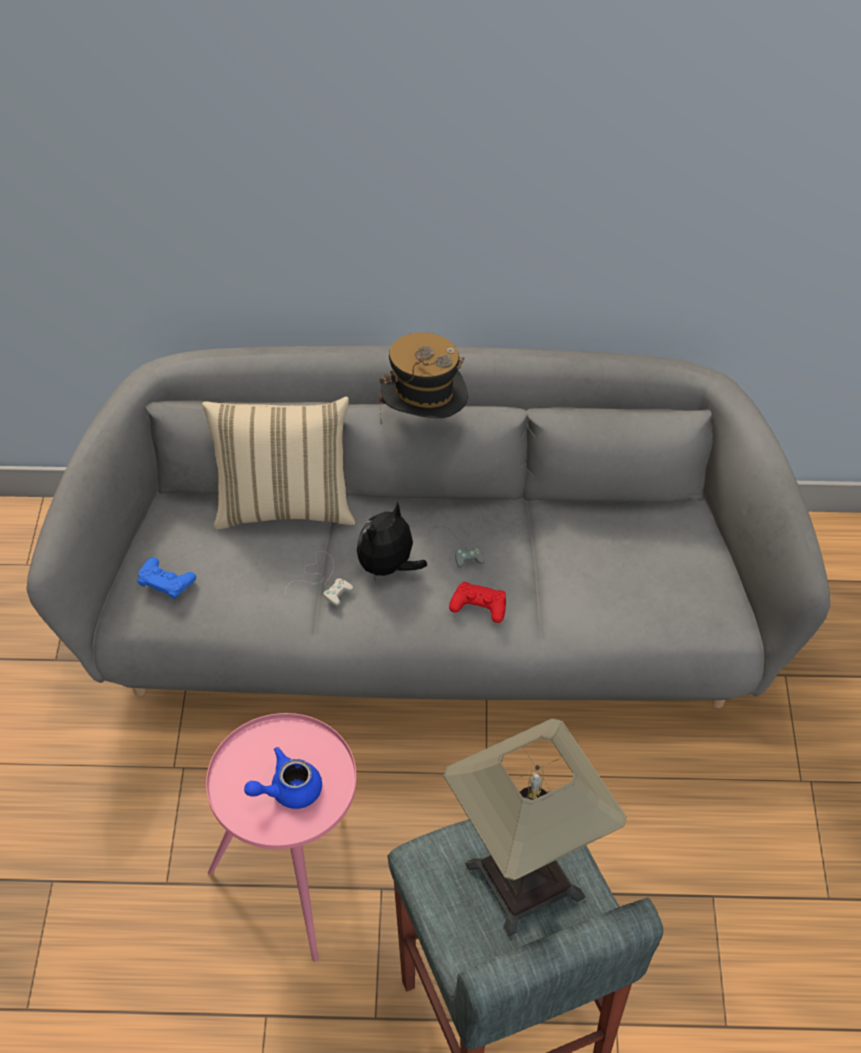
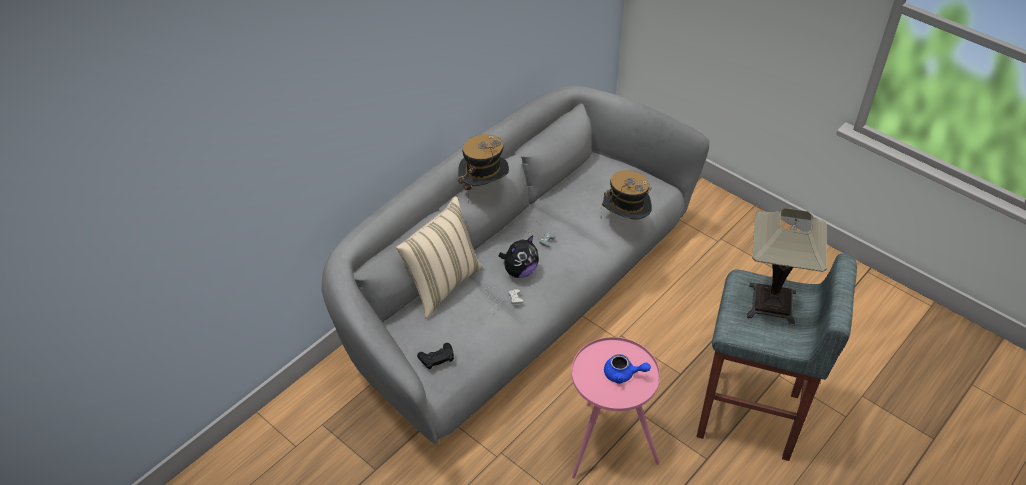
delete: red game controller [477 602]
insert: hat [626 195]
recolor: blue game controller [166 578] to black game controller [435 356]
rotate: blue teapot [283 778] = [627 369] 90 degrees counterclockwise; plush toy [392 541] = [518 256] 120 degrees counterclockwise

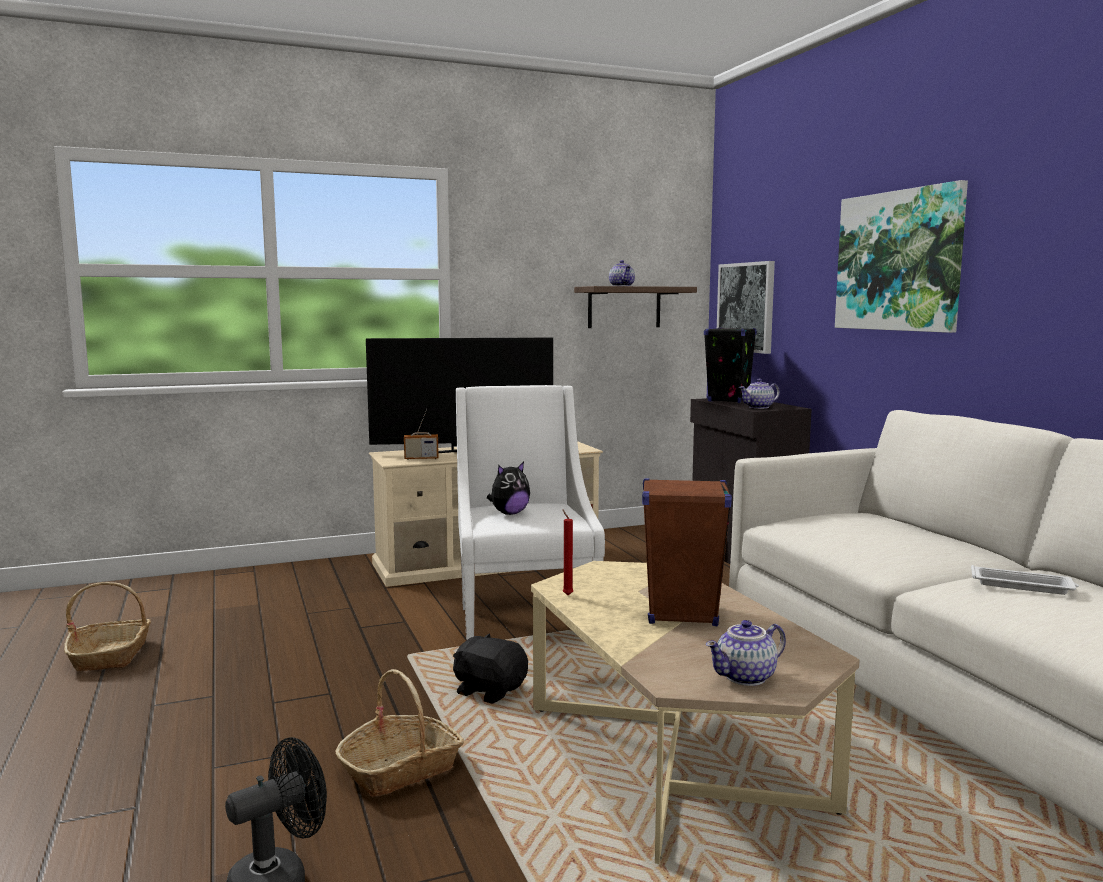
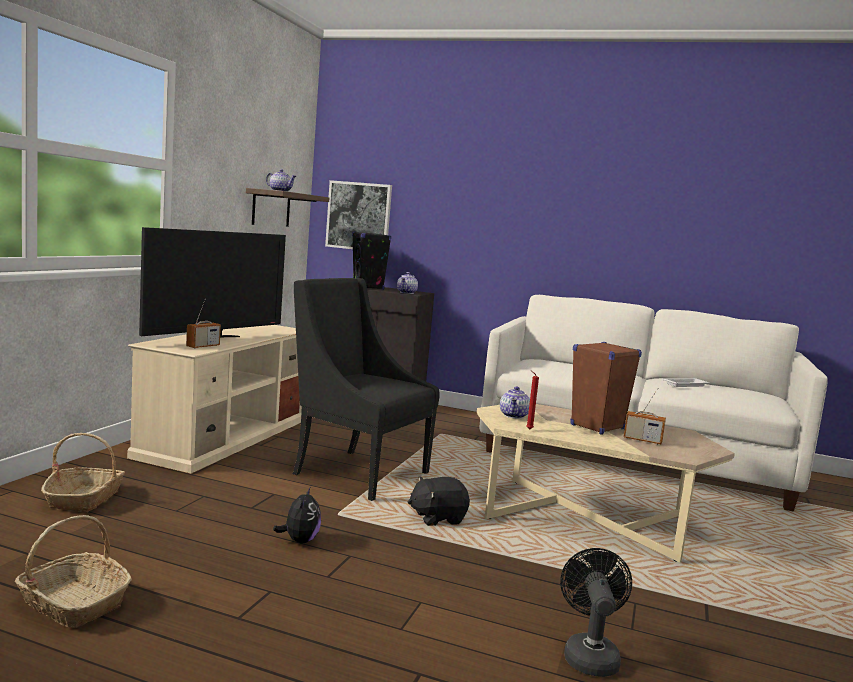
delete: picture [901 256]
insert: radio [644 416]
move: basket [399 733] to [83 472]; plush toy [508 488] to [297 514]; teapot [746 653] to [515 402]
recolor: white armchair [530 512] to black armchair [366 389]

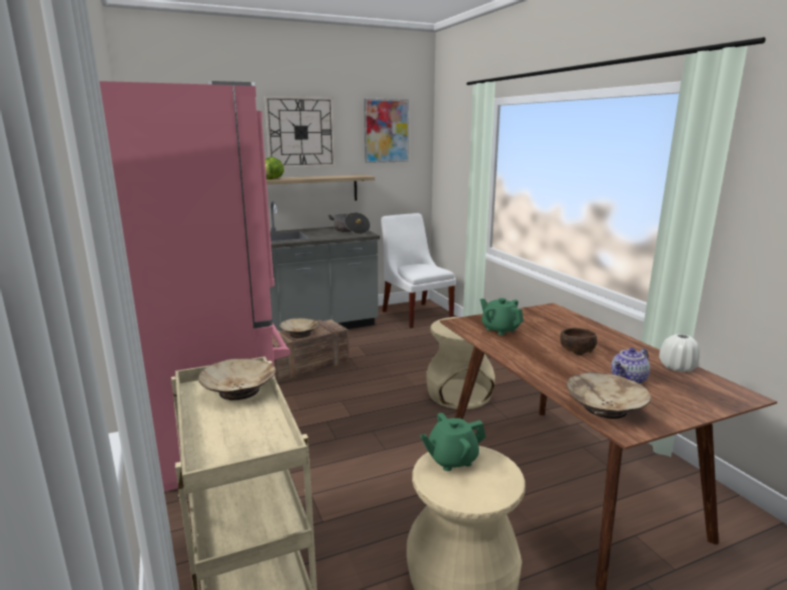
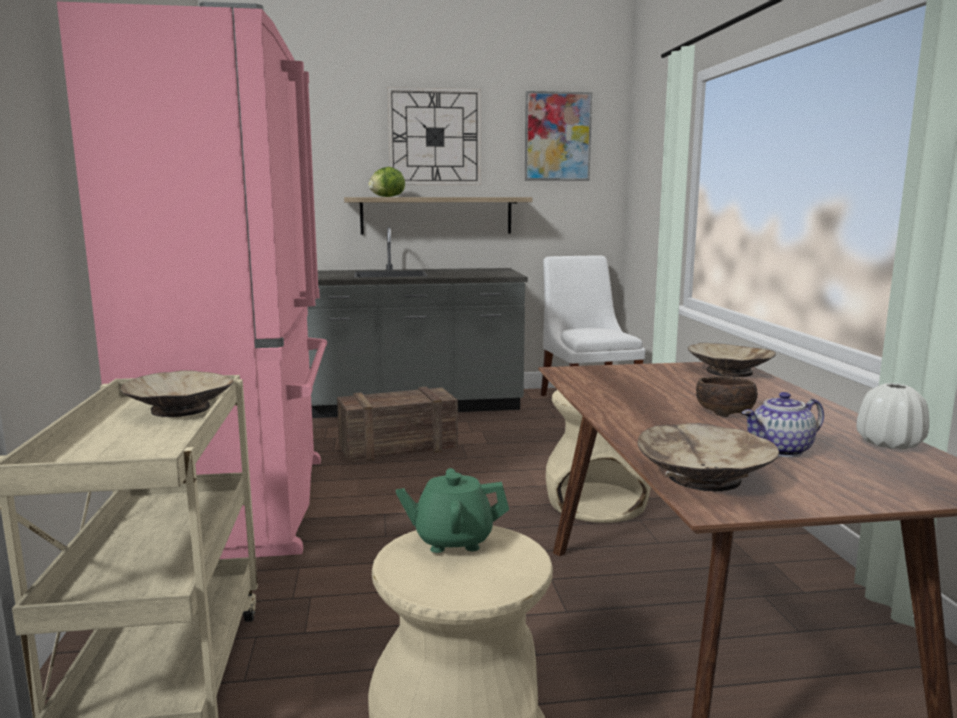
delete: cooking pot [349 223]; green teapot [502 316]
move: beige bowl [299 328] to [732 360]

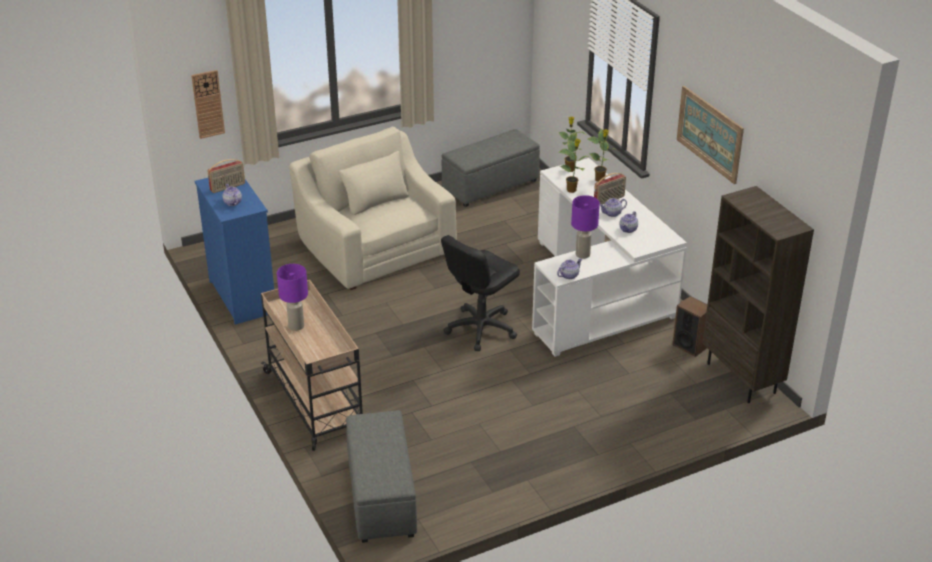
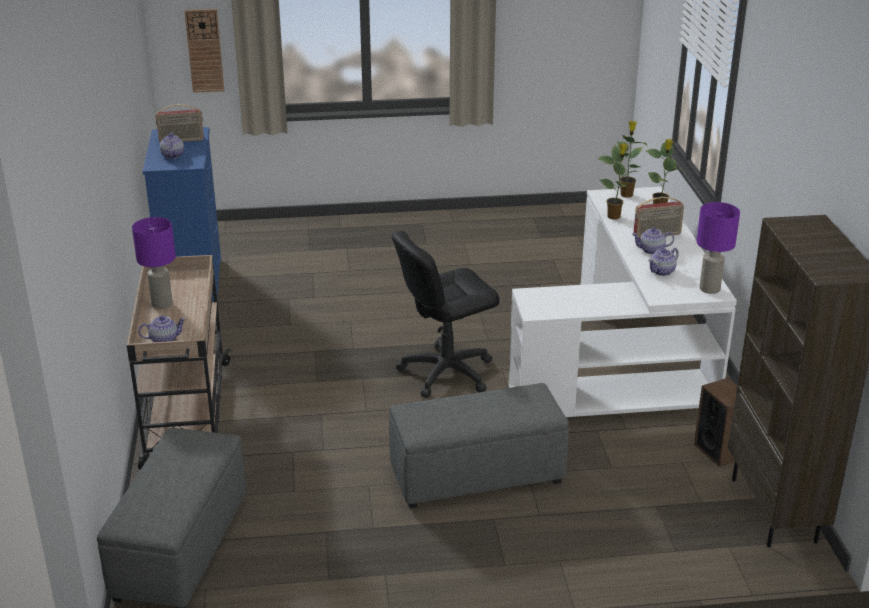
delete: beige armchair [373 208]; picture [710 135]
move: grey ottoman [491 168] to [479 445]; teapot [569 268] to [162 329]; purple table lamp [585 227] to [718 248]

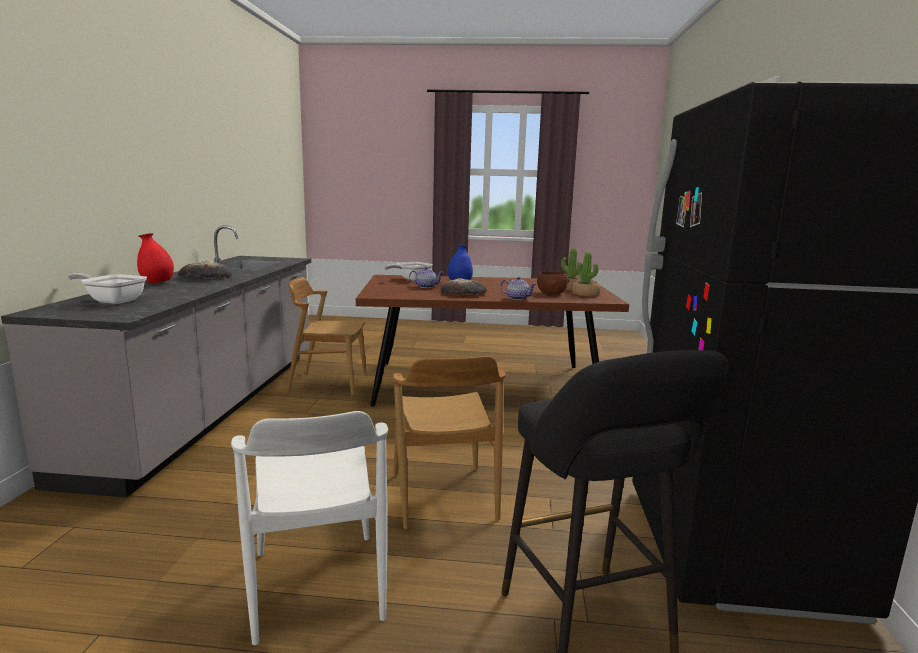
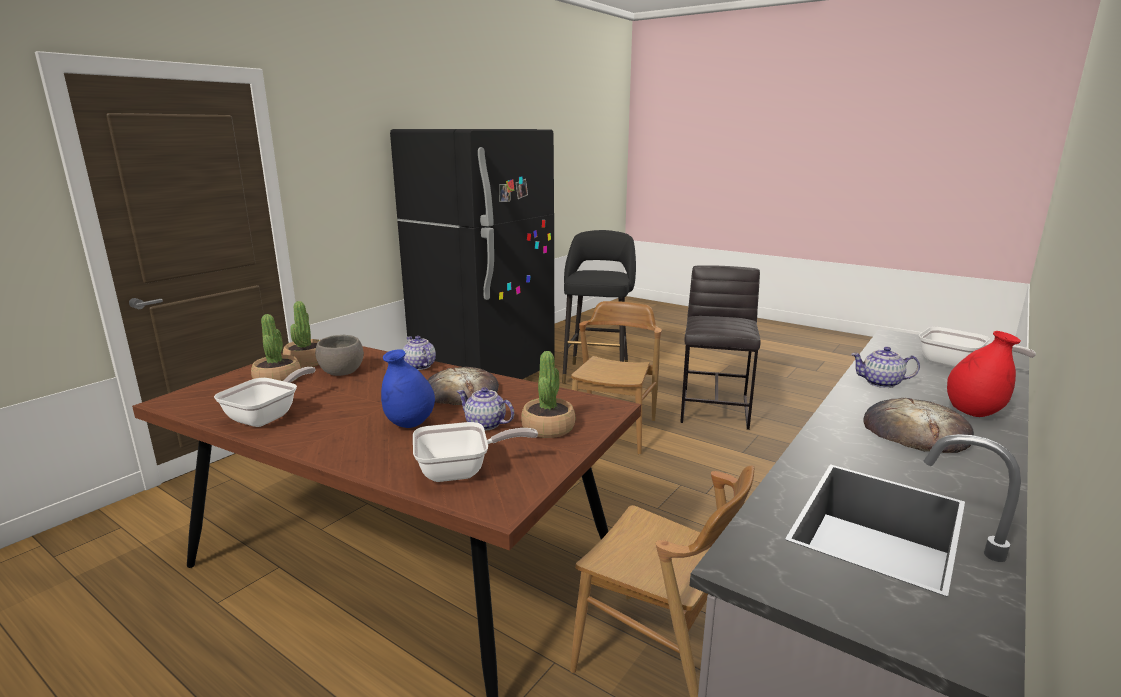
insert: frying pan [265 397]; potted plant [548 394]; teapot [885 367]
replace: white chair [309 528] to grey stool [720 347]
recolor: brown bowl [553 282] to grey bowl [339 355]

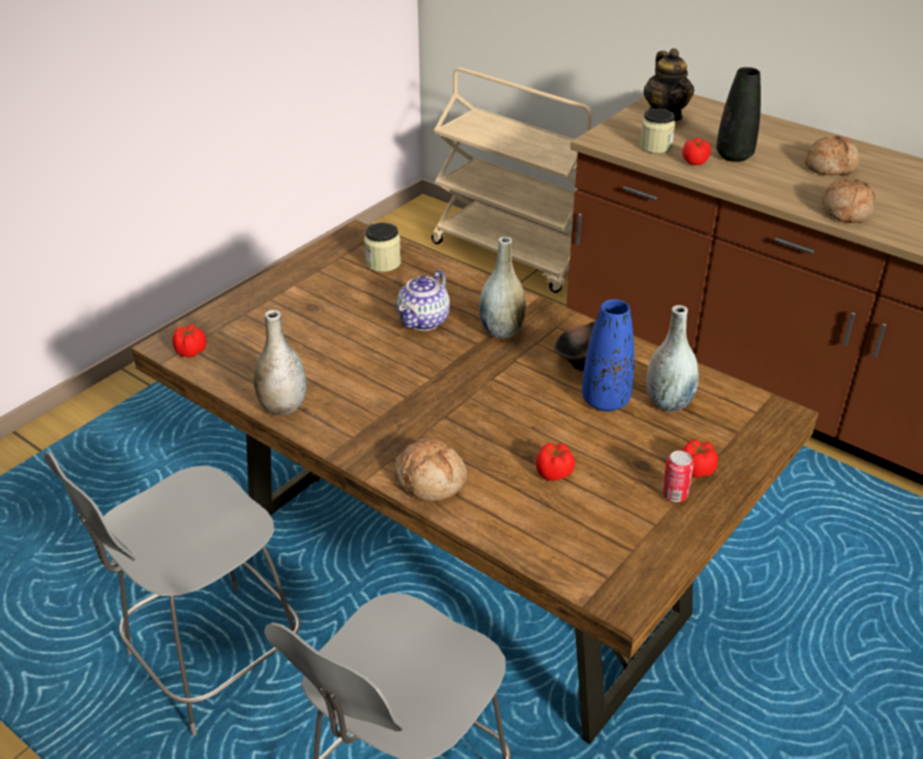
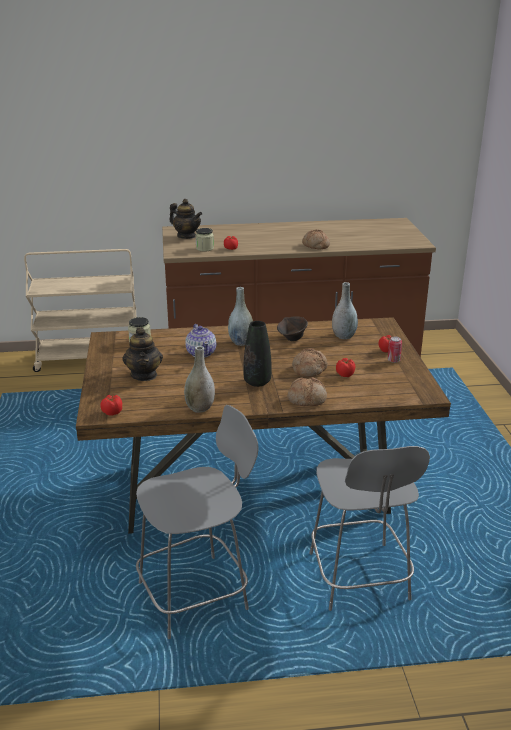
delete: blue vase [608 355]
insert: teapot [142 354]
move: black vase [738 114] to [257 354]; bread [832 155] to [310 362]
rotate: grey chair [172 594] = [197 522] 120 degrees counterclockwise

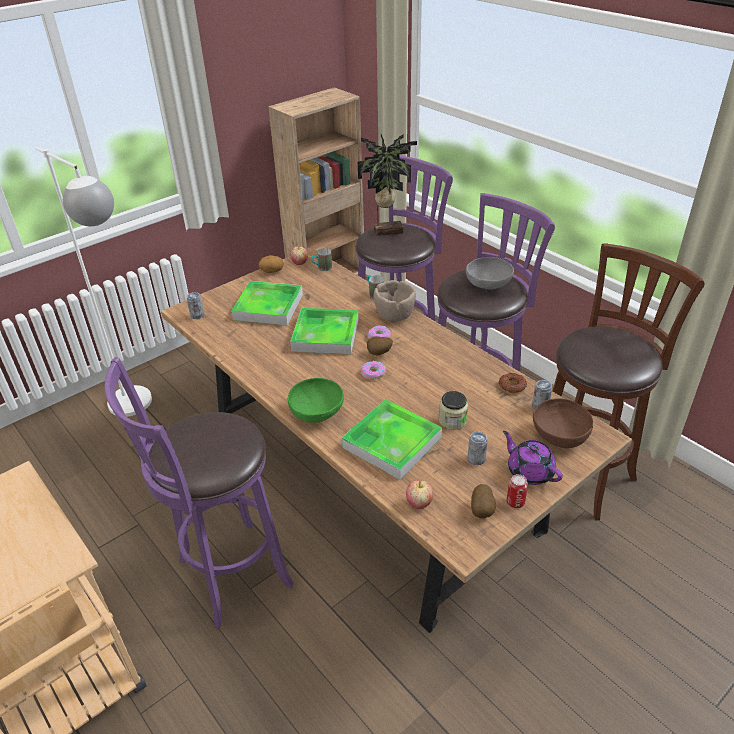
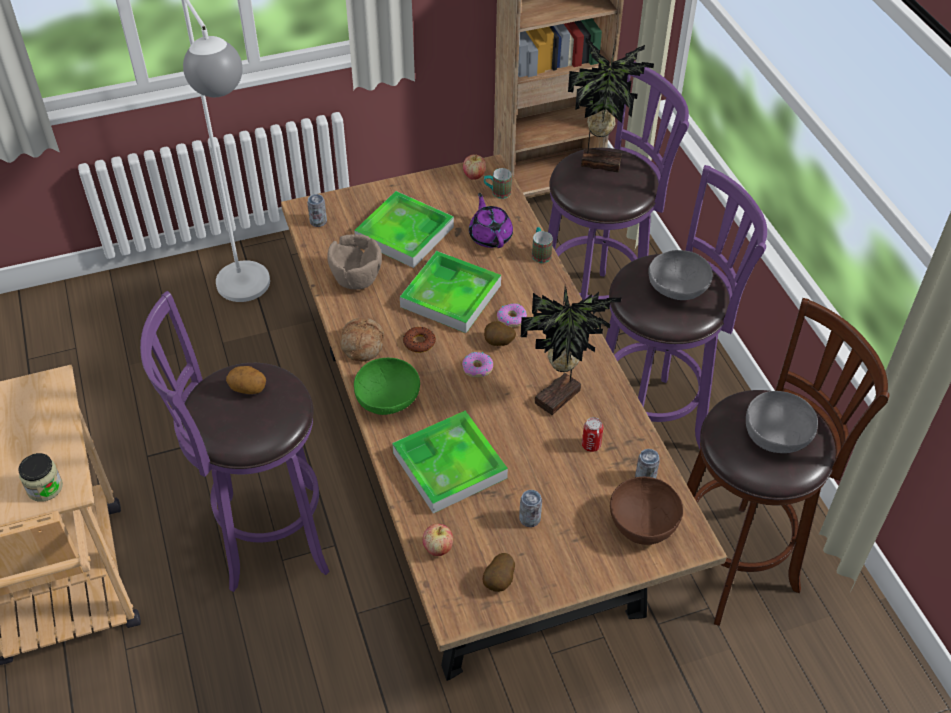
insert: bread [362 340]; potted plant [571 351]; grey bowl [782 422]
move: potato [271 264] to [246 380]; brown bowl [395 300] to [354 262]; jar [453 410] to [40 477]; donut [513 383] to [419 340]; purple teapot [533 458] to [491 220]; can [517 491] to [592 434]

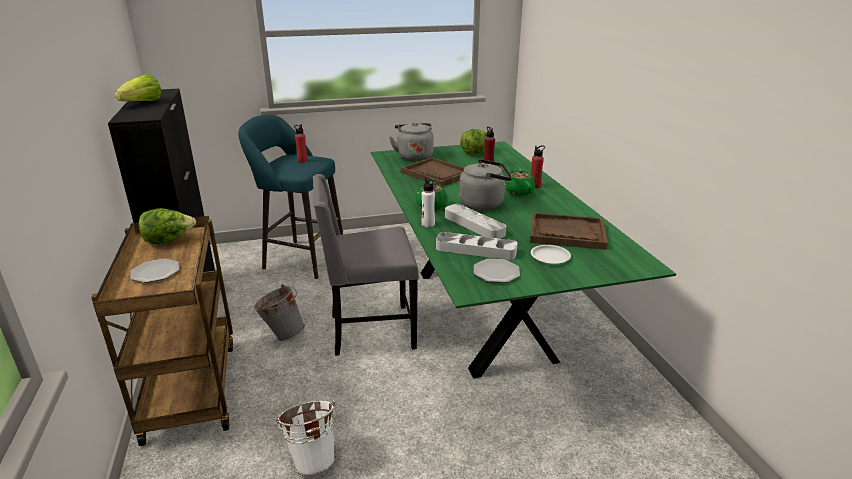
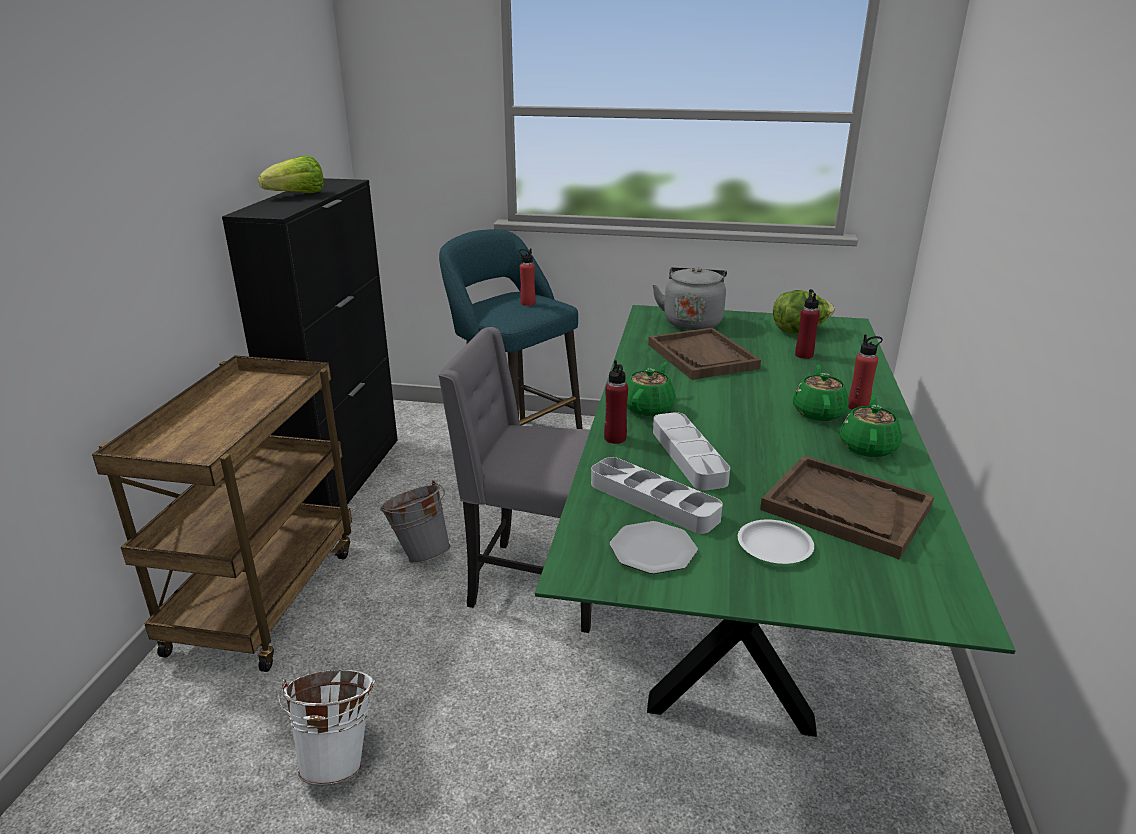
delete: plate [154 271]; lettuce [167 226]; grey kettle [485 184]
insert: green teapot [870 426]
recolor: white bottle [428 202] to red bottle [616 402]

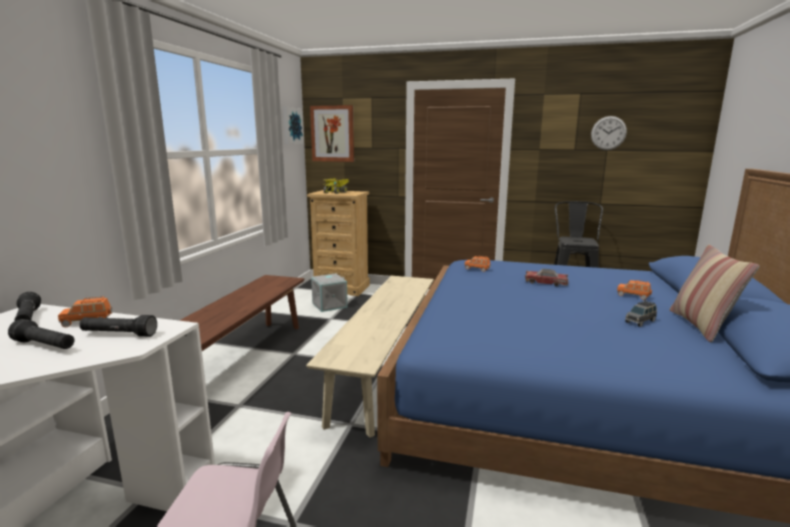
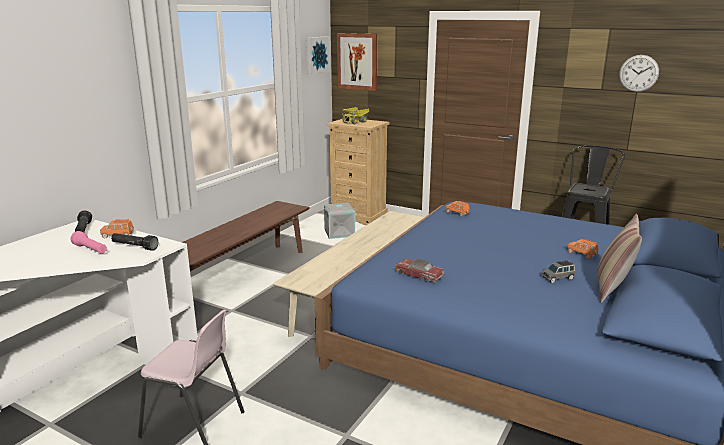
move: toy car [546 277] to [419 270]
recolor: black flashlight [41 334] to pink flashlight [88 242]

